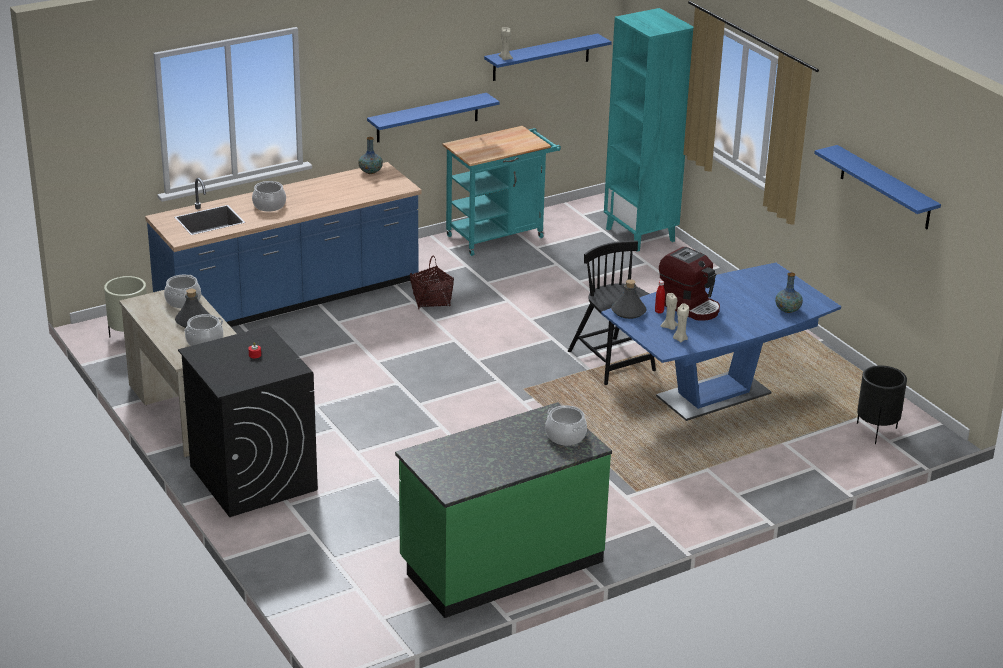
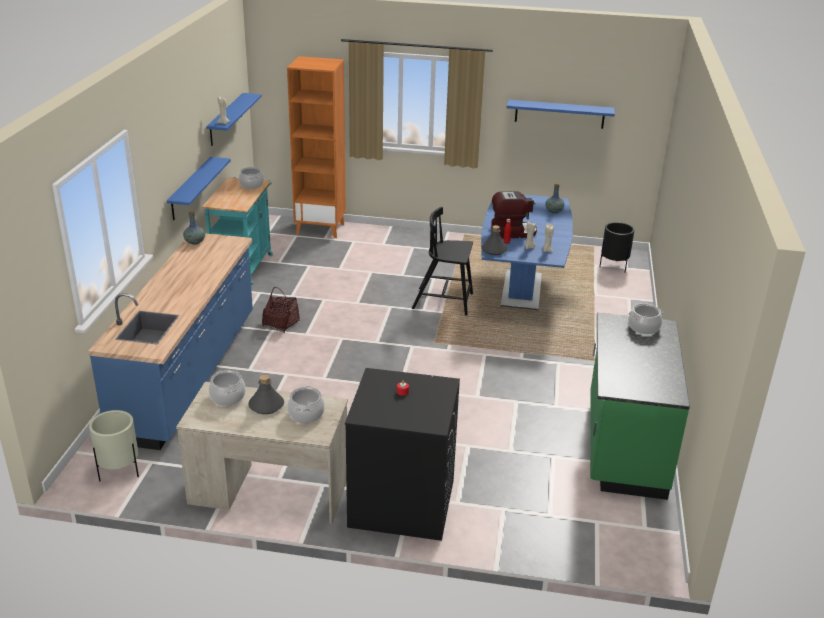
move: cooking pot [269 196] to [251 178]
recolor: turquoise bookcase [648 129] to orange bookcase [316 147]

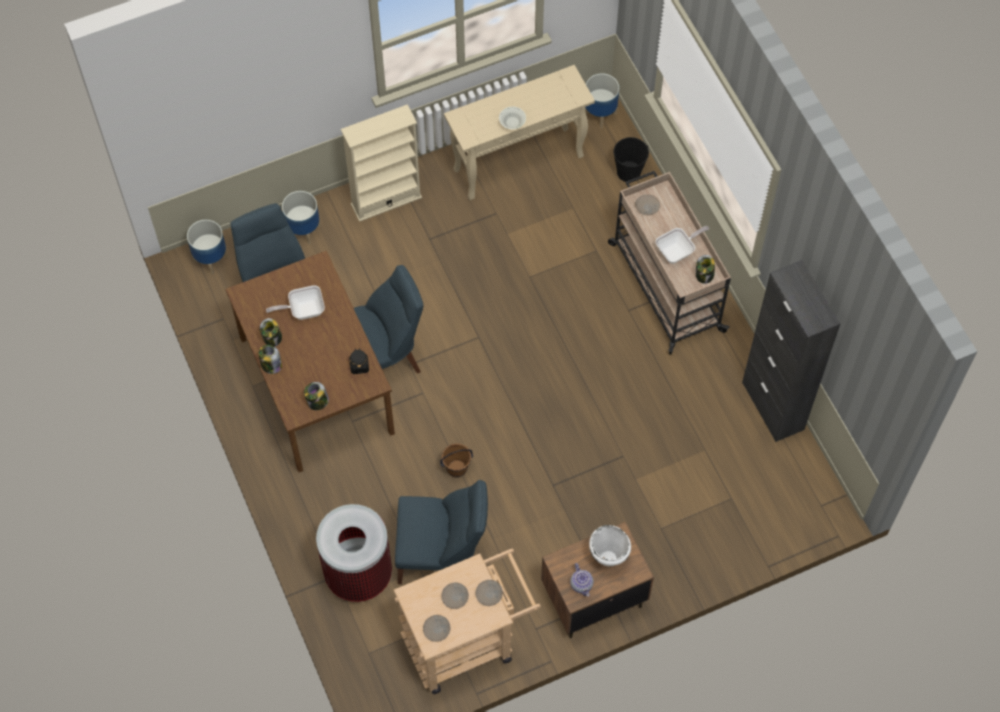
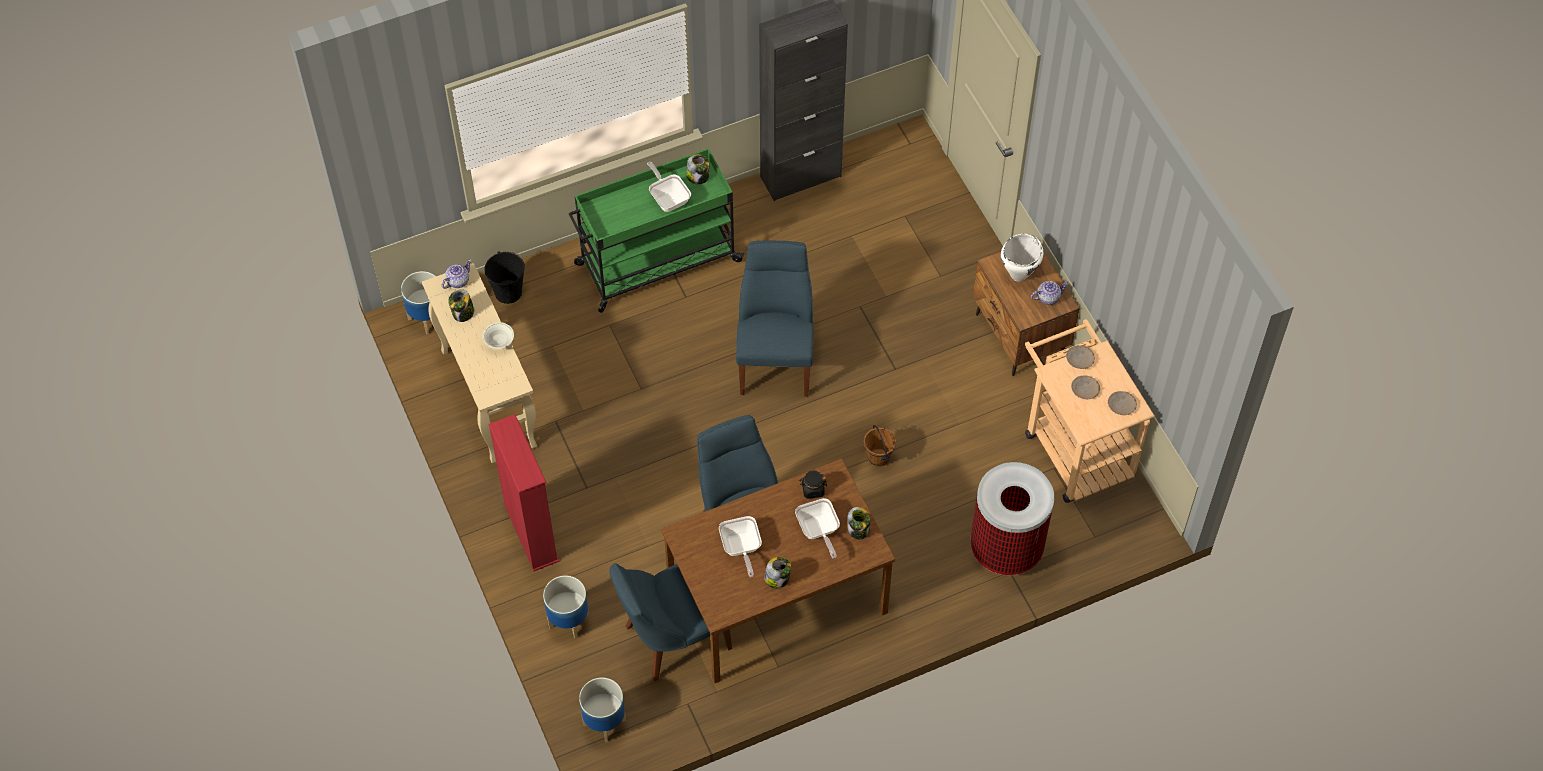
delete: beige plate [647 204]
insert: teapot [456 274]; frying pan [817 528]
move: jar [270 359] to [461 305]; blue chair [441 532] to [775 318]
recolor: beige bookcase [381 163] to red bookcase [523 492]; beige cart [669 263] to green cart [656 230]

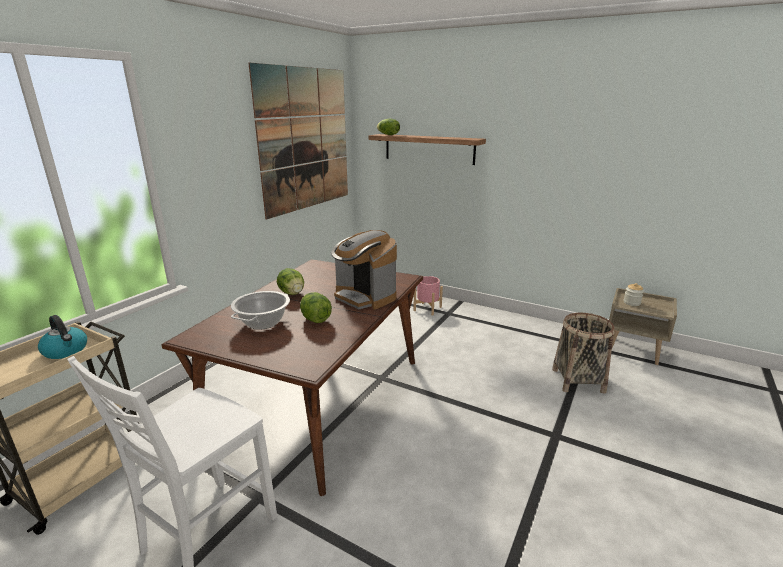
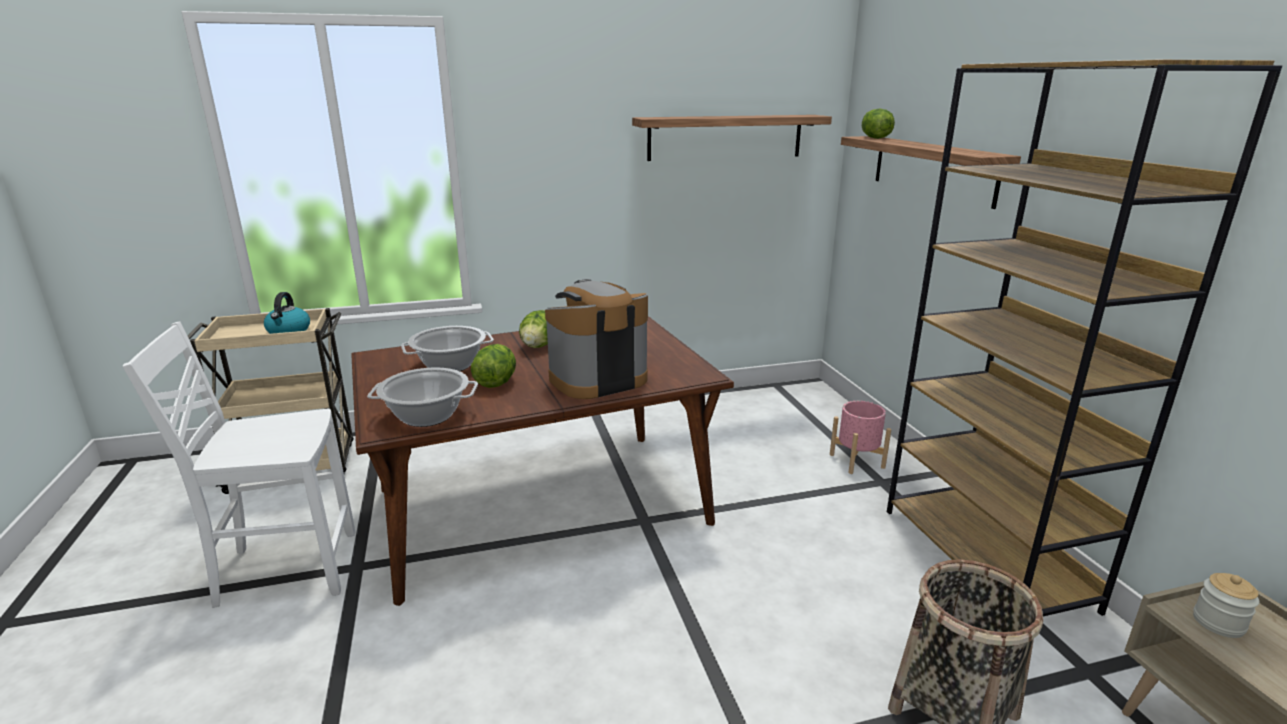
insert: cooking pot [422 397]; brown bookcase [1084 338]
replace: picture [298 141] to shelf [732 138]
rotate: coffee machine [364 270] = [596 339] 60 degrees clockwise

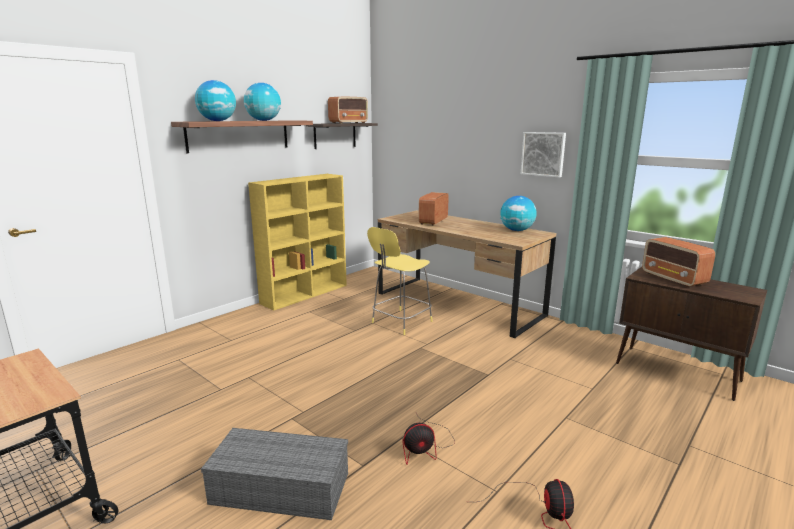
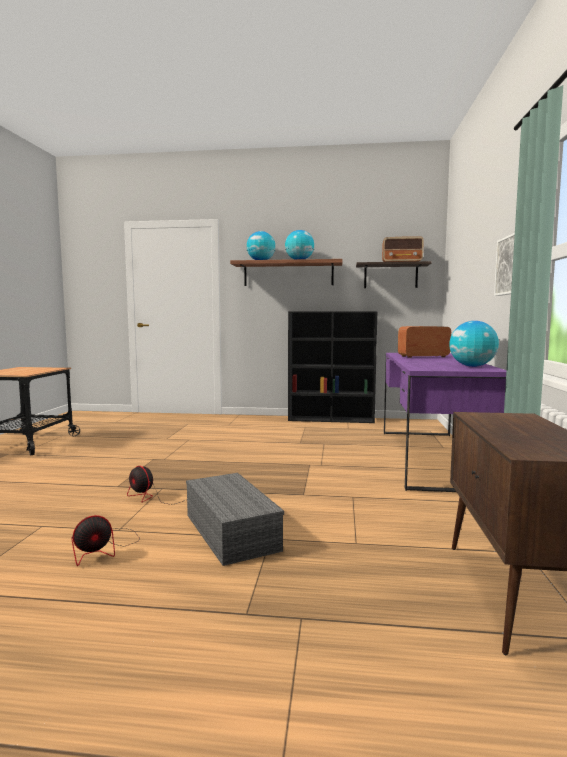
delete: yellow stool [399 281]; radio [678 262]
move: grey storage box [274 474] to [235 519]
recolor: yellow bookcase [297 242] to black bookcase [332 367]; brown desk [467 274] to purple desk [445 422]

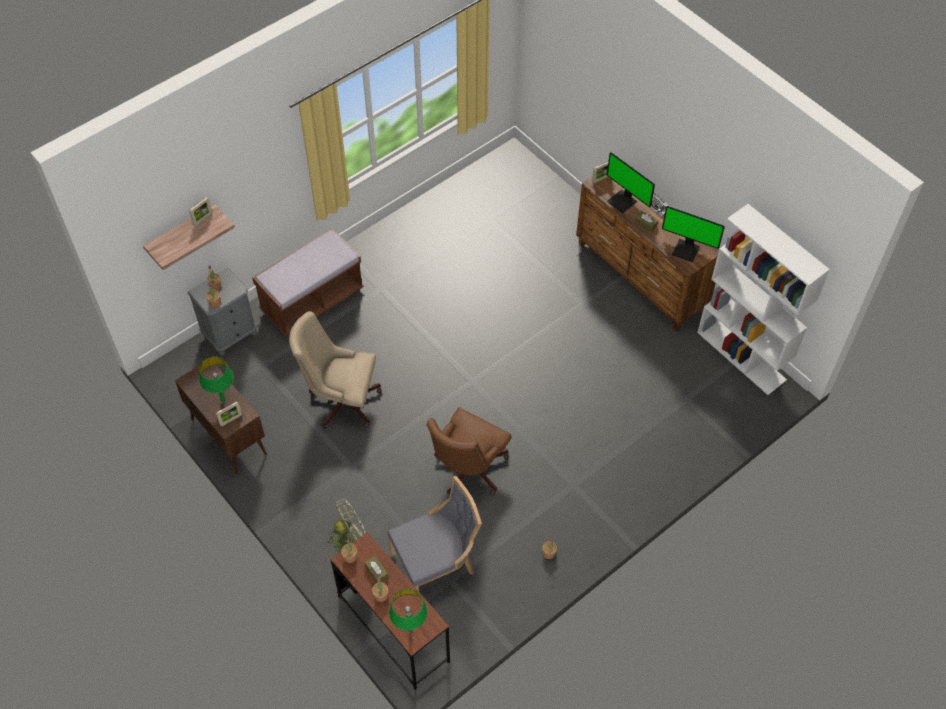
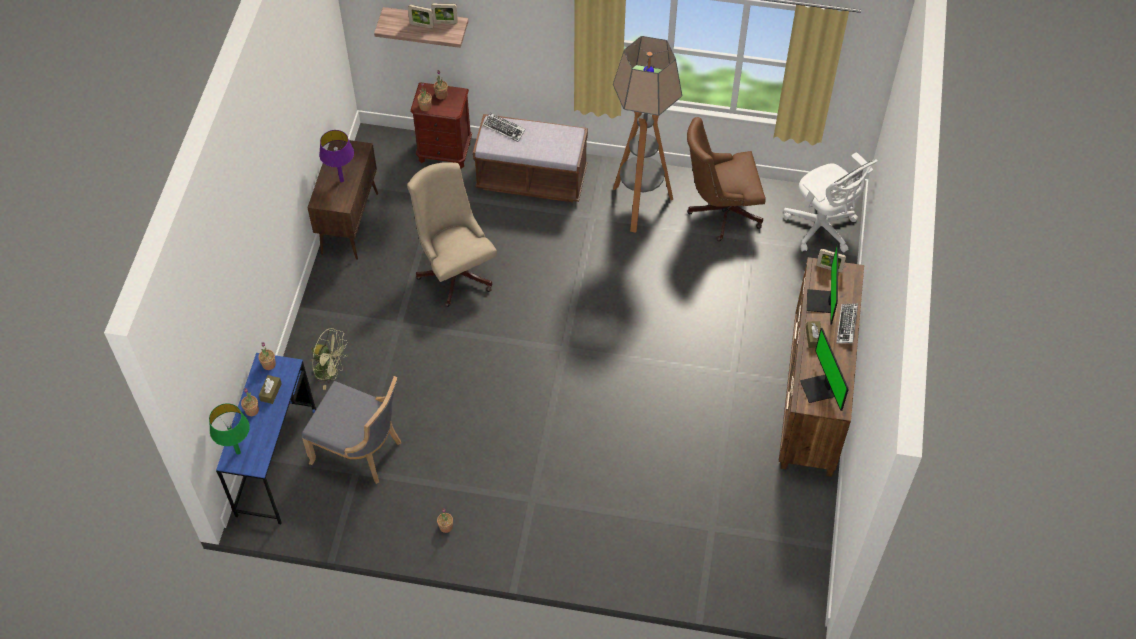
delete: white bookcase [763 299]
insert: keyboard [504 127]; floor lamp [647 134]; white office chair [830 202]
move: picture frame [229 413] to [421 16]; brown office chair [469 451] to [726 179]
recolor: grey nightstand [222 312] to brown nightstand [441 125]; green table lamp [216 379] to purple table lamp [336 156]; brown desk [390 611] to blue desk [266 438]

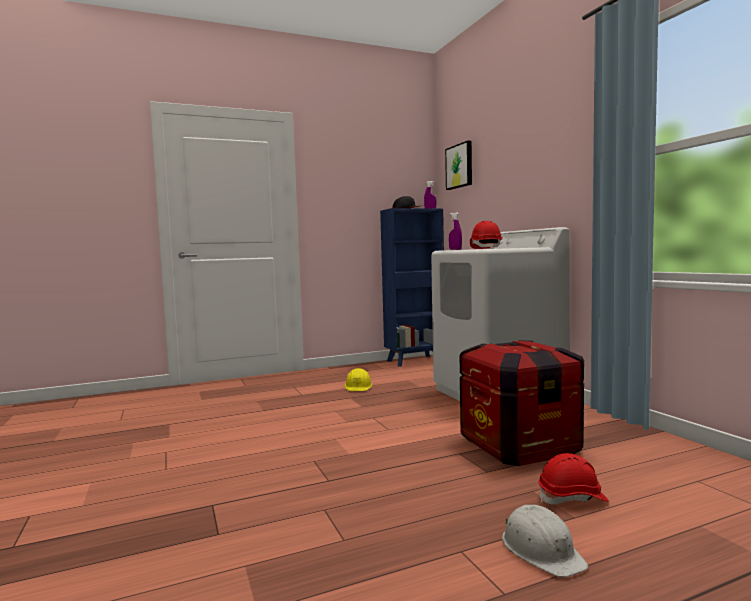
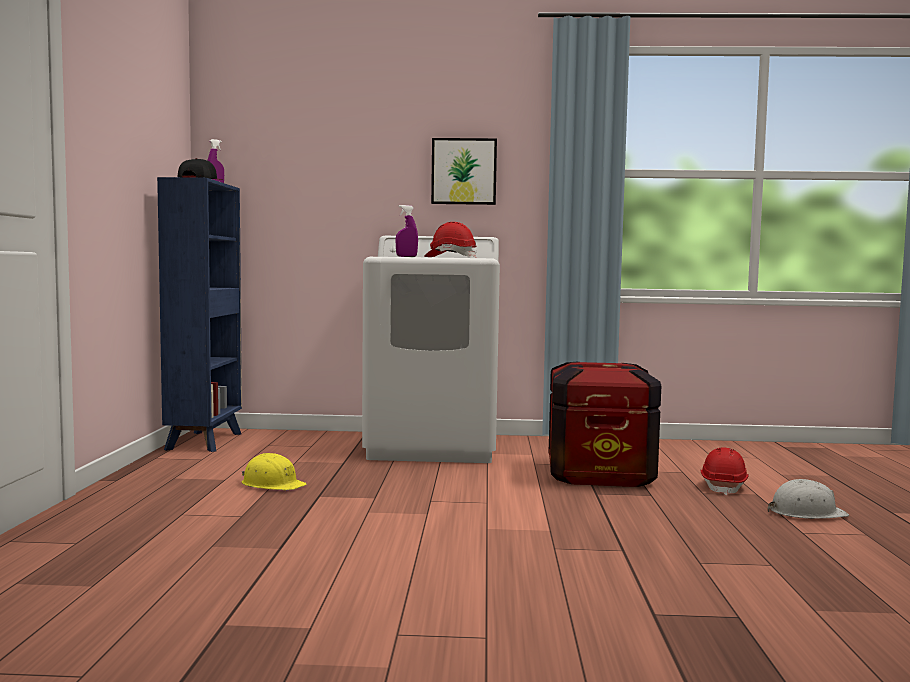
move: picture [458 165] to [464 171]

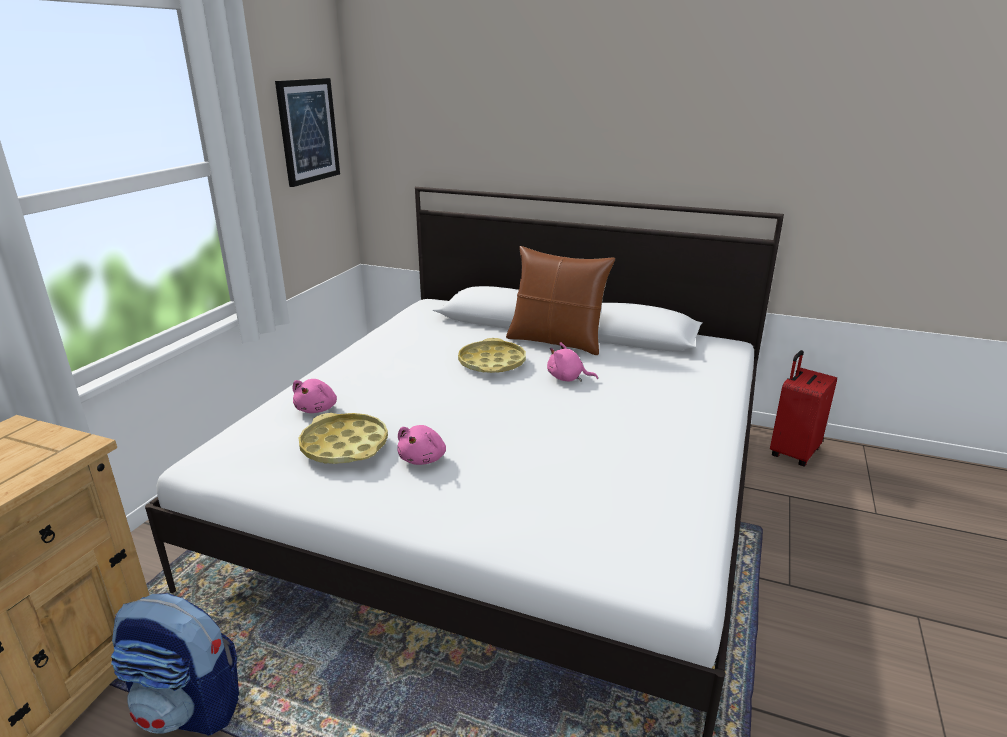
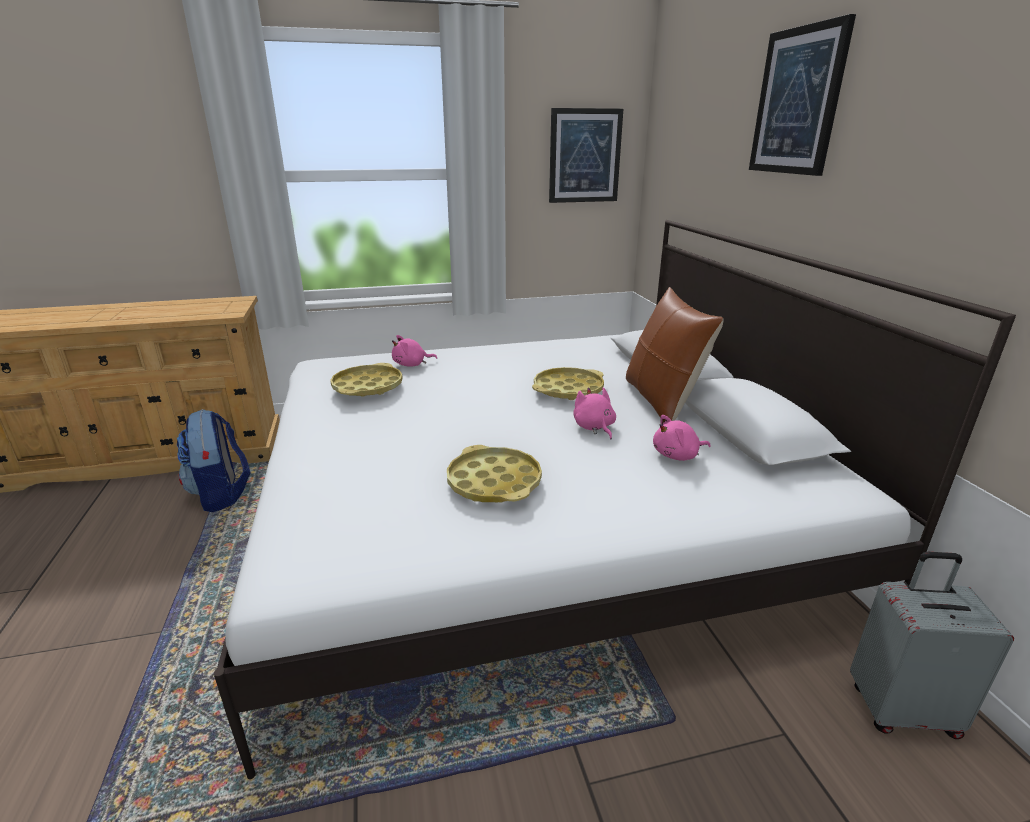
insert: yellow tray [494 473]; picture [802 95]
move: pink plush toy [421 445] to [682 438]
recolor: red suitcase [803 408] to grey suitcase [932 645]

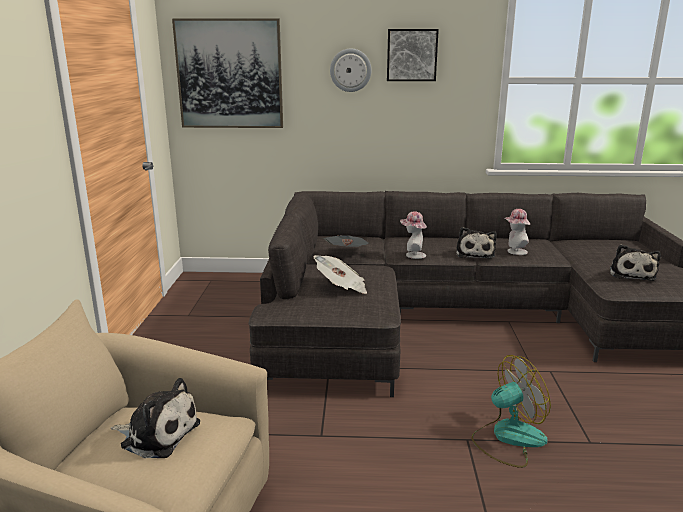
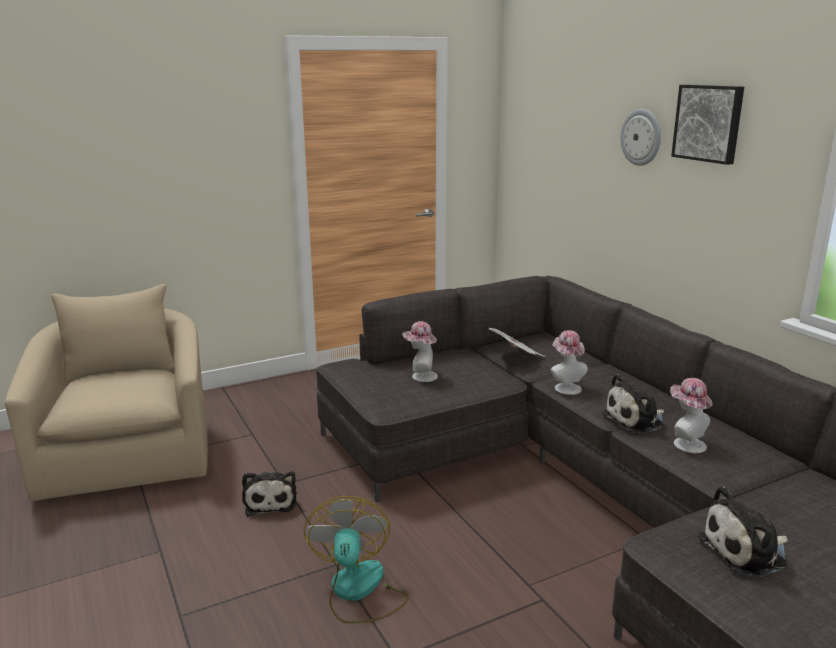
delete: picture [227 73]
move: plush toy [155 418] to [269 494]
replace: newspaper [340 274] to hat [420 351]
rotate: fan [511 411] = [356 560] 135 degrees counterclockwise

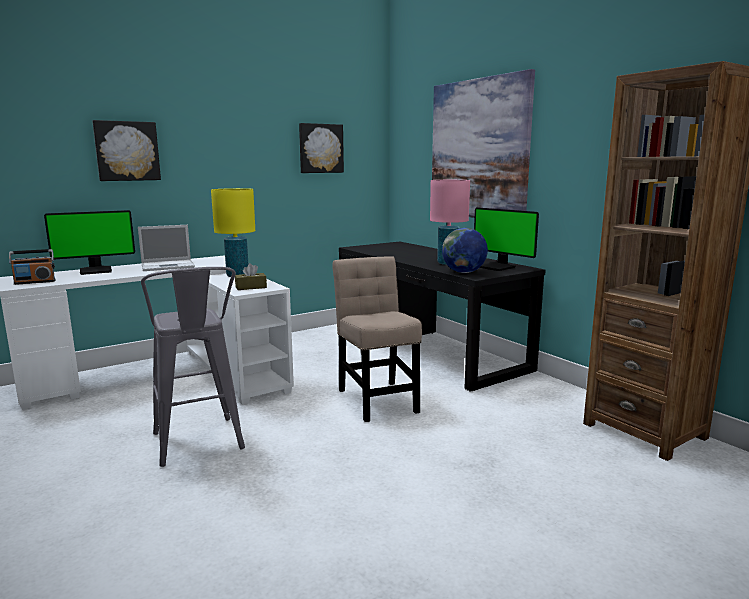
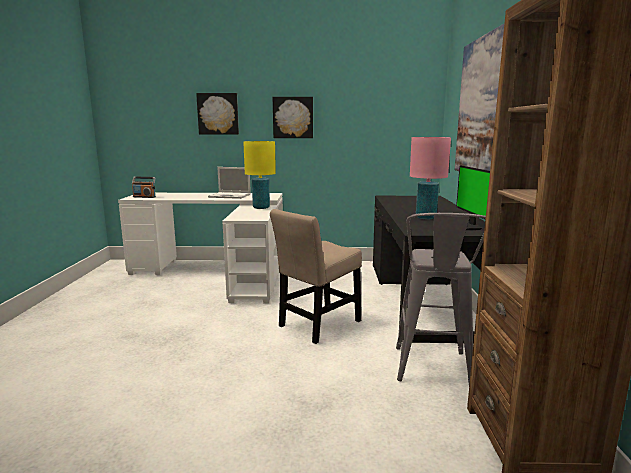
delete: monitor [89 242]; brown tissue box [251 276]; globe [465 250]
move: grey stool [193 367] to [441 298]; picture [321 148] to [293 117]
rotate: beige chair [377 339] = [316 276] 150 degrees counterclockwise

